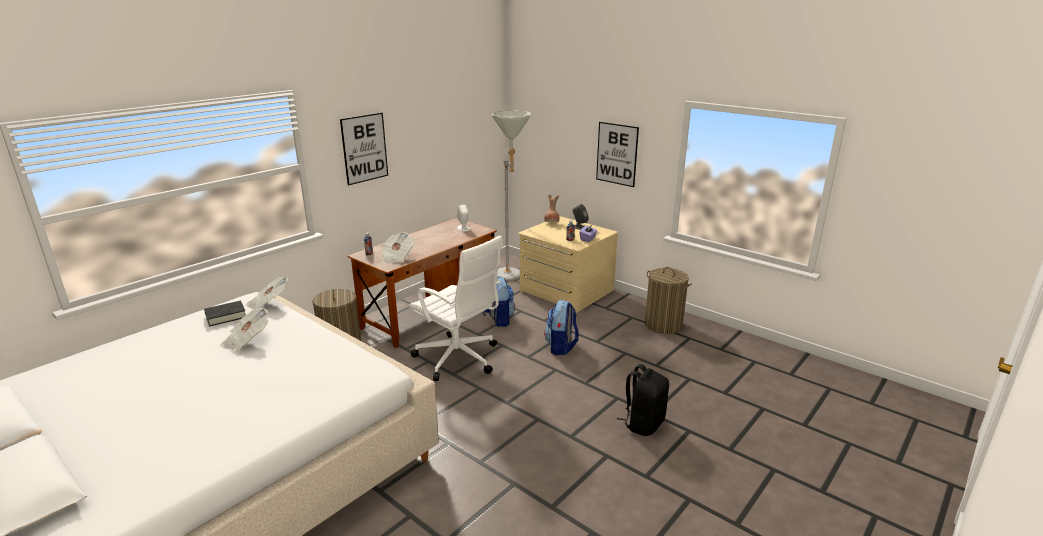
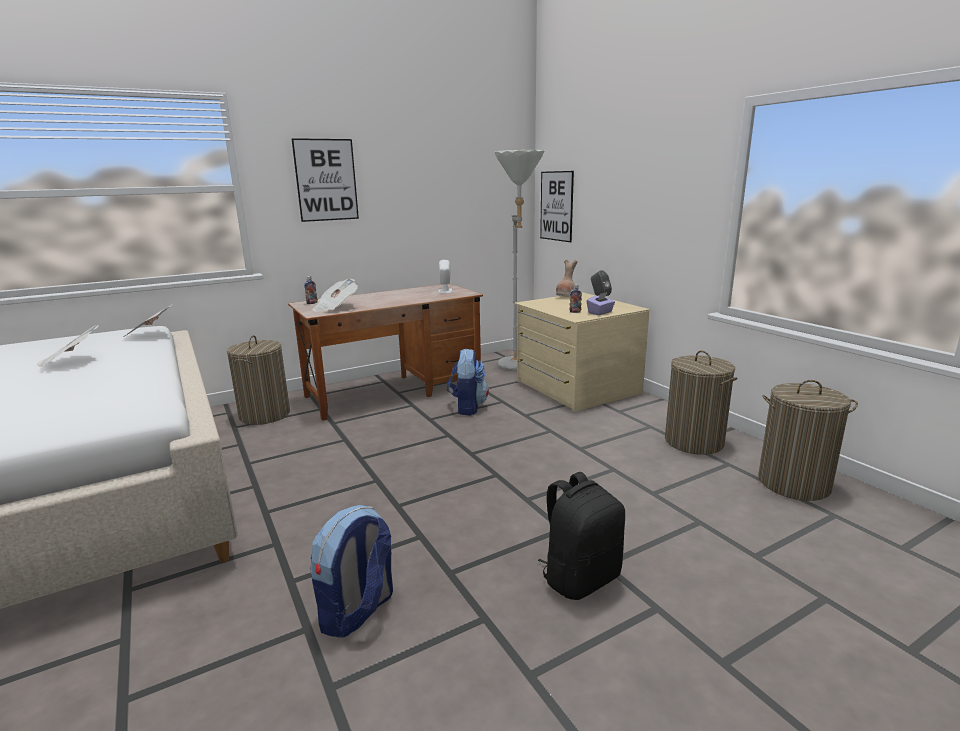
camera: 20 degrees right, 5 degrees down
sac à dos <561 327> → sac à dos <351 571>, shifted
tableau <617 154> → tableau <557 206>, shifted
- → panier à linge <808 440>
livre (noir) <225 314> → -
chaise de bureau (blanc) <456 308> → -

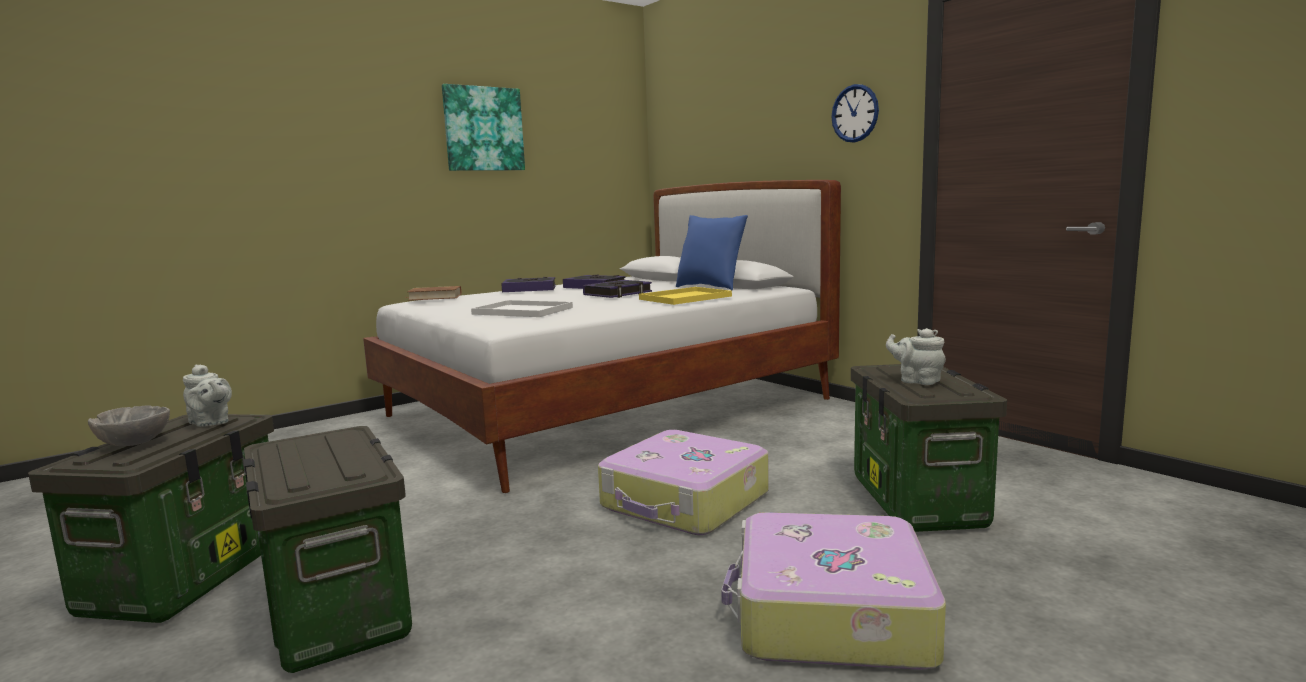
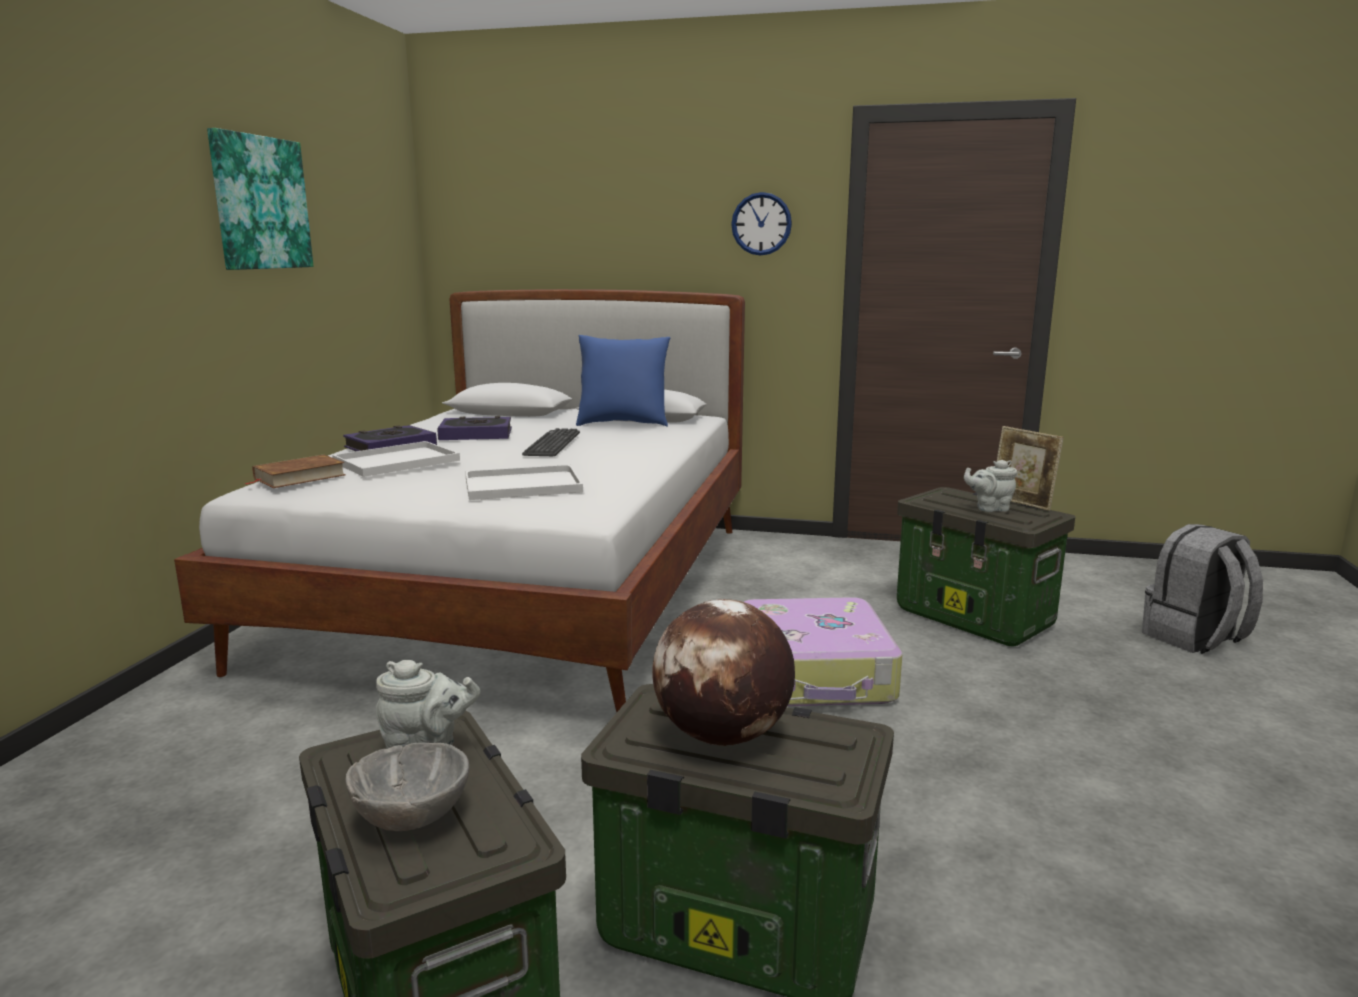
camera: 40 degrees left, 5 degrees up
- → plateau (blanc) <396 459>
livre <617 289> → clavier <551 442>
- → globe <723 672>
- → cadre photo <1030 468>
- → sac à dos (gris) <1202 589>
plateau (jaune) <685 296> → -
valise <833 591> → -

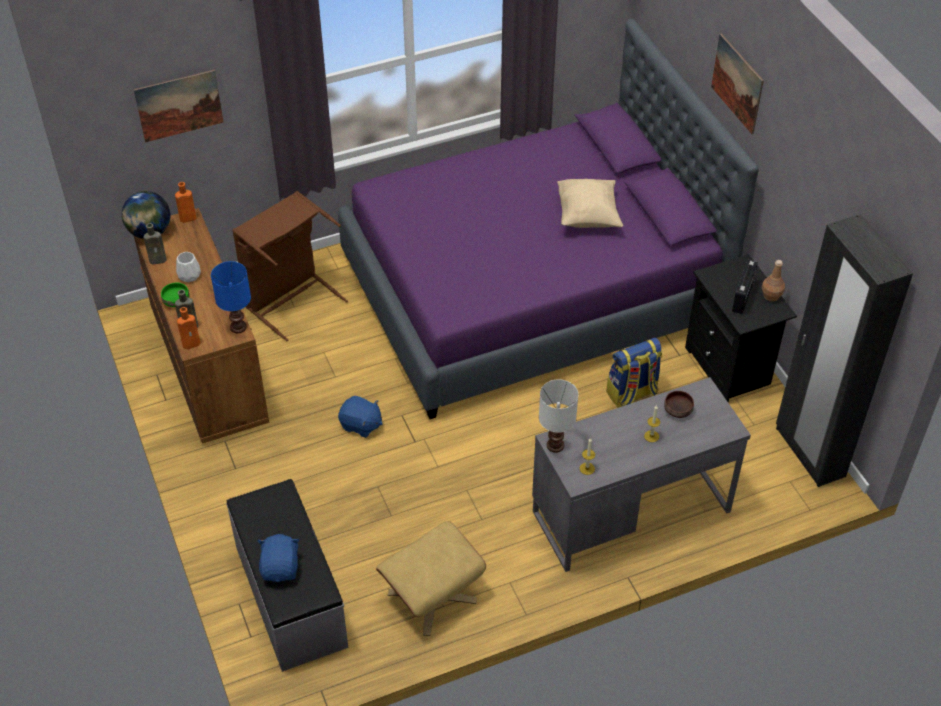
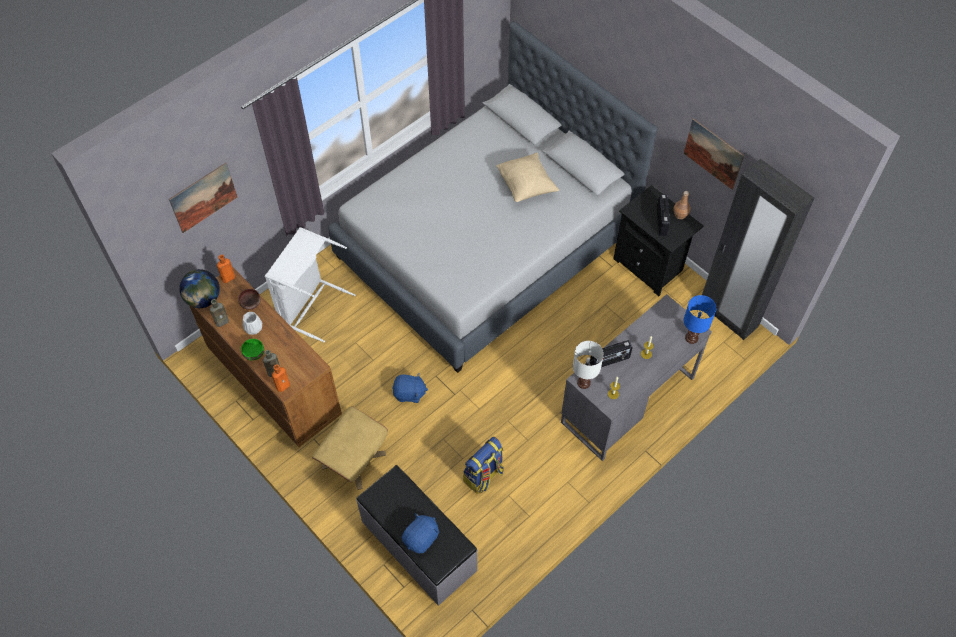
camera: 20 degrees left, 10 degrees up
bol (marron) <679 404> → bol (marron) <249 299>, shifted
panier à linge (marron) <290 266> → panier à linge (blanc) <310 284>
pouf (beige) <431 578> → pouf (beige) <350 448>, shifted
lit (violet) <548 218> → lit (gris) <492 197>
peluche (bleu) <278 558> → peluche (bleu) <420 533>, 60 degrees clockwise
sac à dos <634 373> → sac à dos <483 465>, shifted
- → radio <611 353>
tableau <737 84> → tableau <714 154>, shifted
lampe de table (bleu) <231 297> → lampe de table (bleu) <700 319>, shifted

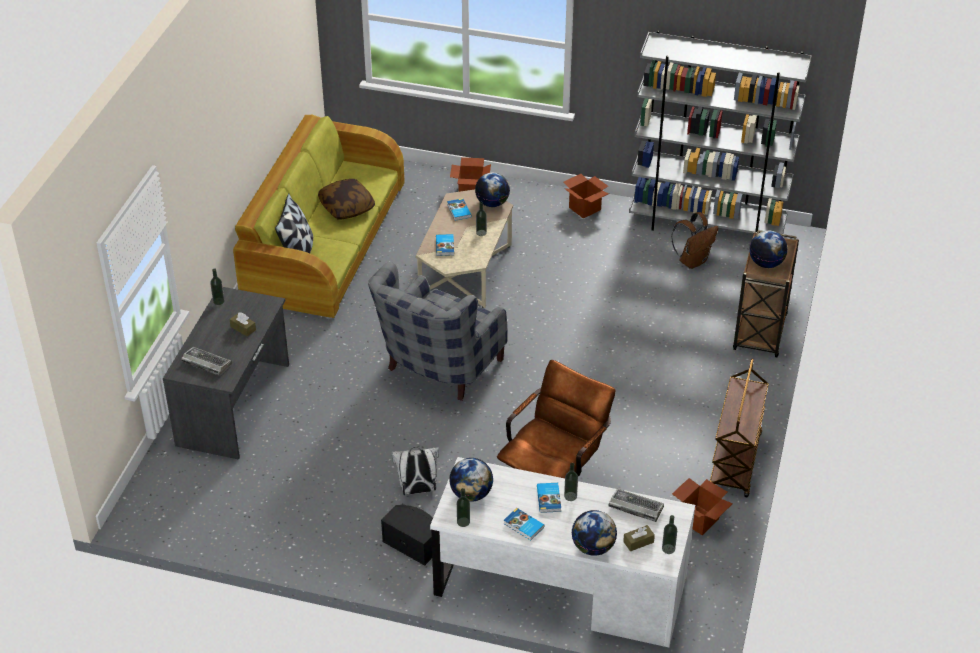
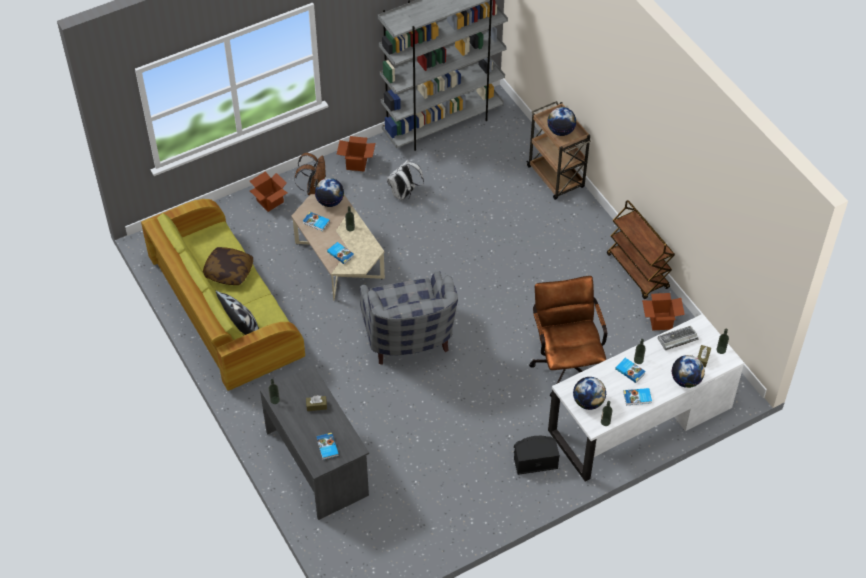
camera: 45 degrees left, 10 degrees up
sac à dos (marron) <694 240> → sac à dos (marron) <310 174>, shifted
clavier <206 361> → livre <327 446>
sac à dos (blanc) <415 471> → sac à dos (blanc) <405 179>, shifted

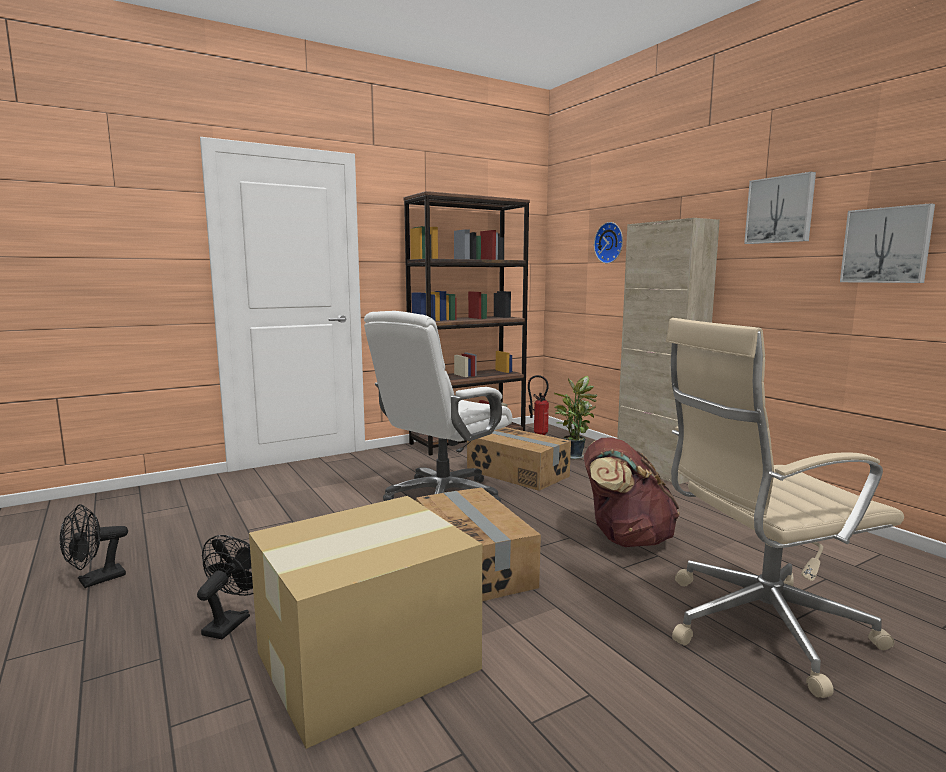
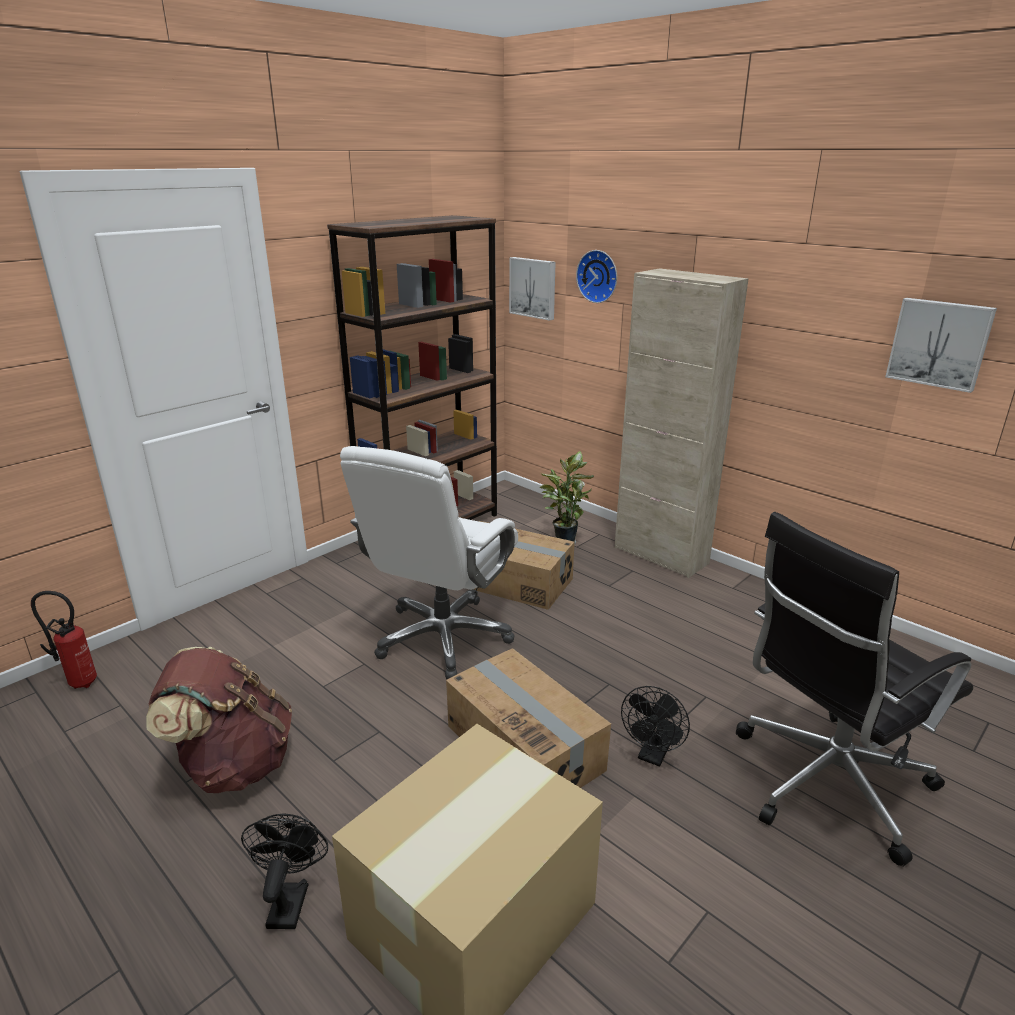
camera: 15 degrees left, 15 degrees up
extincteur <538 405> → extincteur <64 640>, shifted
sac à dos (marron) <632 492> → sac à dos (marron) <219 720>, shifted
tableau <780 208> → tableau <532 289>, shifted
ventilateur (noir) <94 546> → ventilateur (noir) <655 726>, shifted
chaise de bureau (beige) <785 508> → chaise de bureau (noir) <854 689>

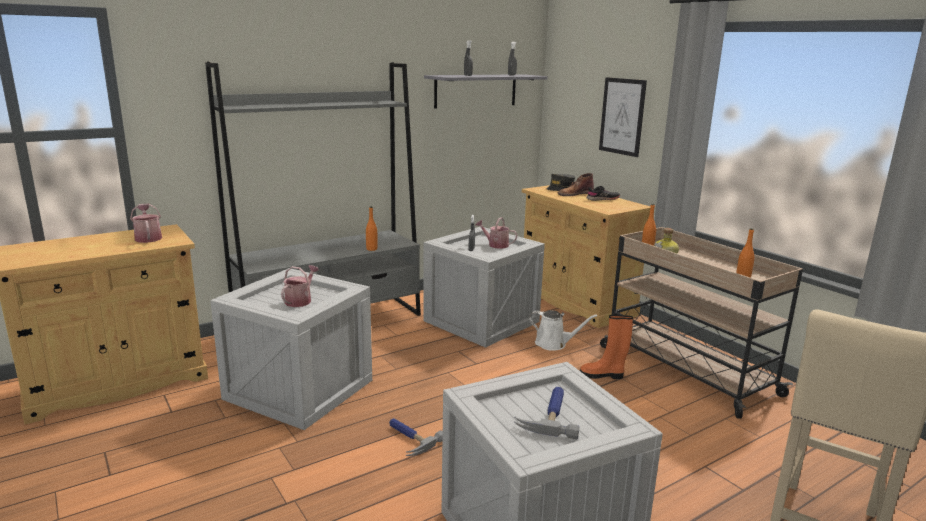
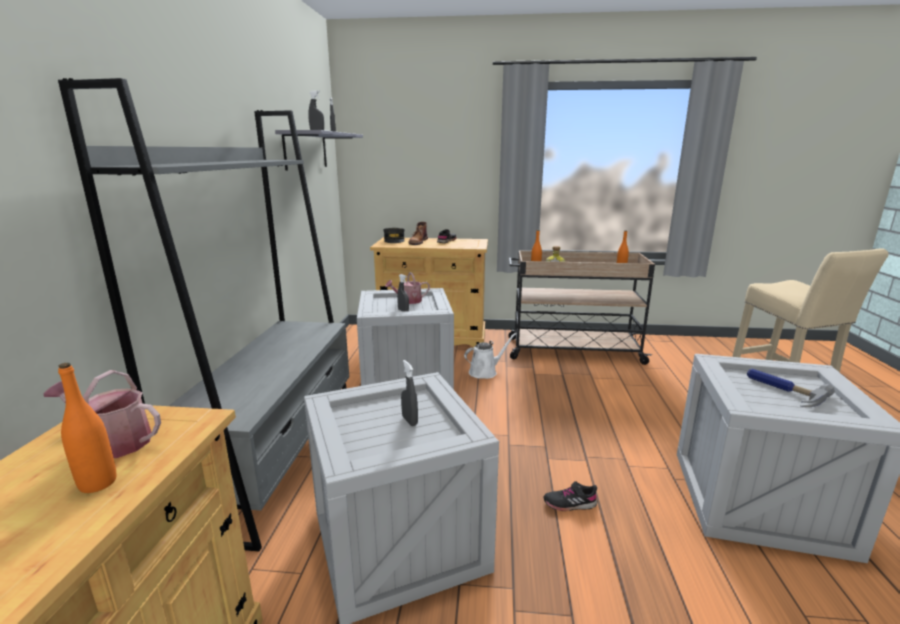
camera: 50 degrees left, 0 degrees up
bouteille (orange) <372 228> → bouteille (orange) <87 428>, shifted
arrosoir <300 286> → vaporisateur (gris) <409 393>
marteau <416 437> → chaussure (noir) <570 496>
botte (orange) <606 347> → -
tableau <623 117> → -

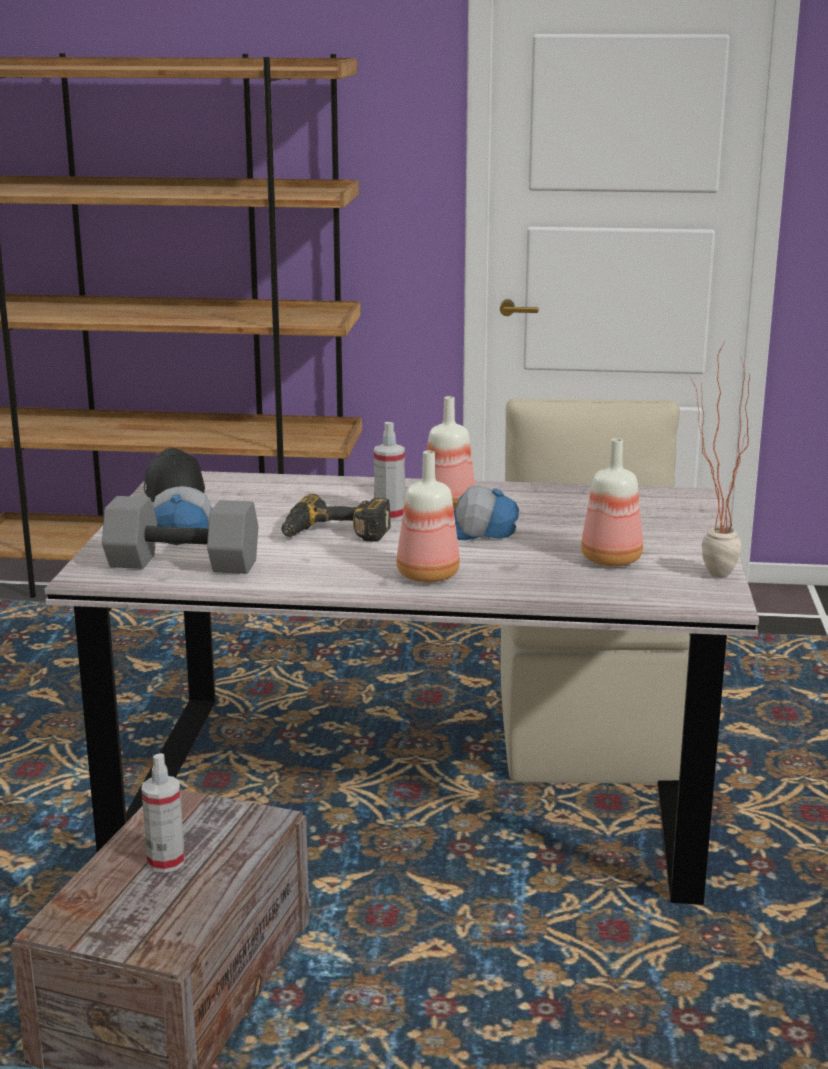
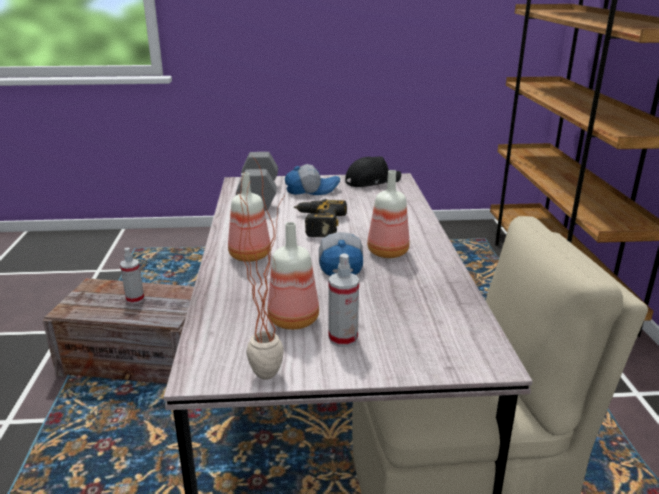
camera: 80 degrees right, 5 degrees up
vaporisateur <389 471> → vaporisateur <344 300>, shifted

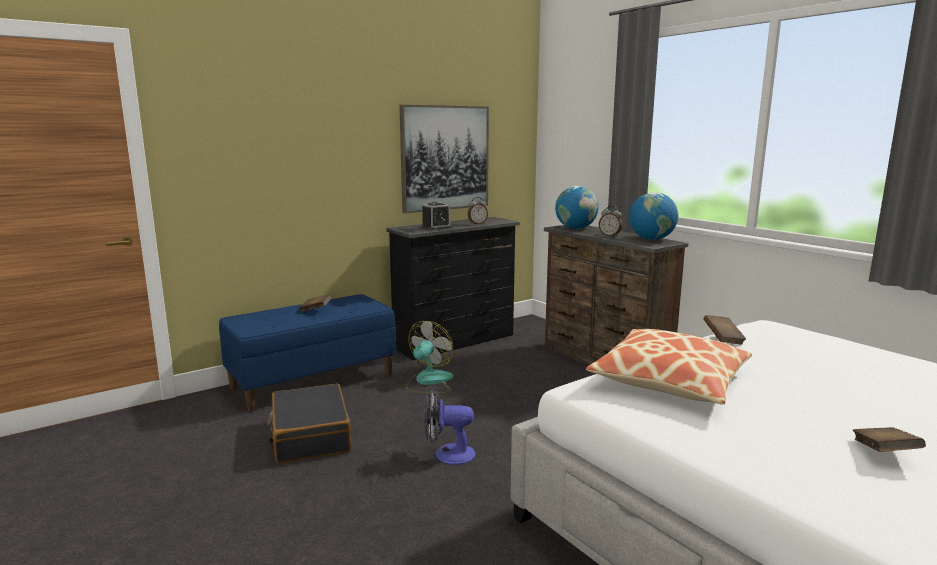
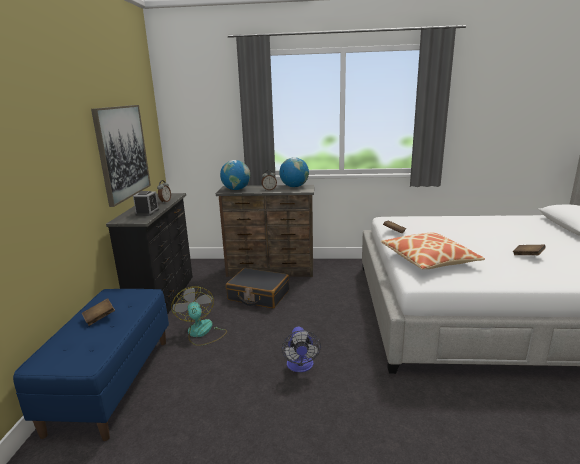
camera: 50 degrees left, 5 degrees up
valise (noir) <309 423> → valise (noir) <257 288>, shifted
ventilateur <449 427> → ventilateur <301 349>, 45 degrees counterclockwise

